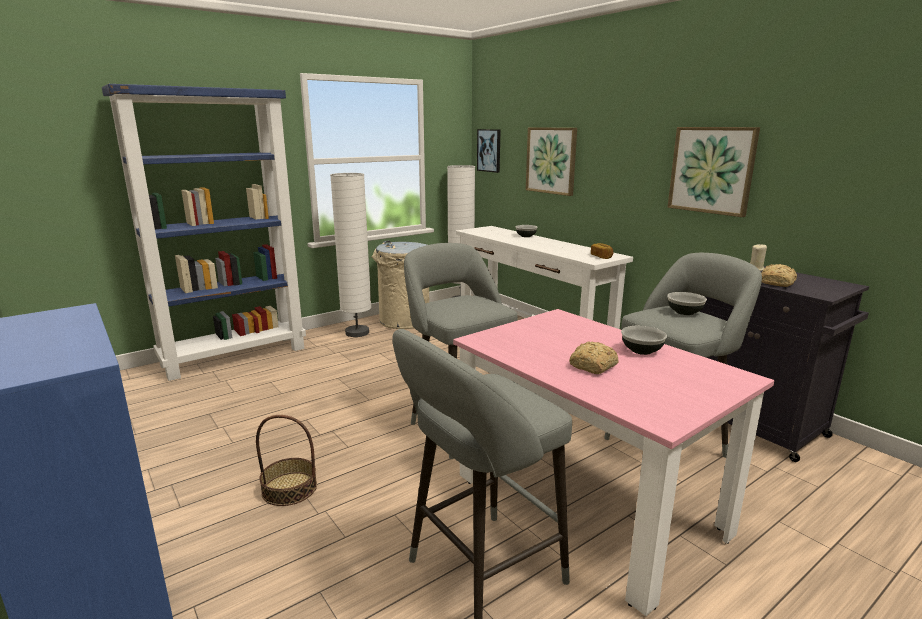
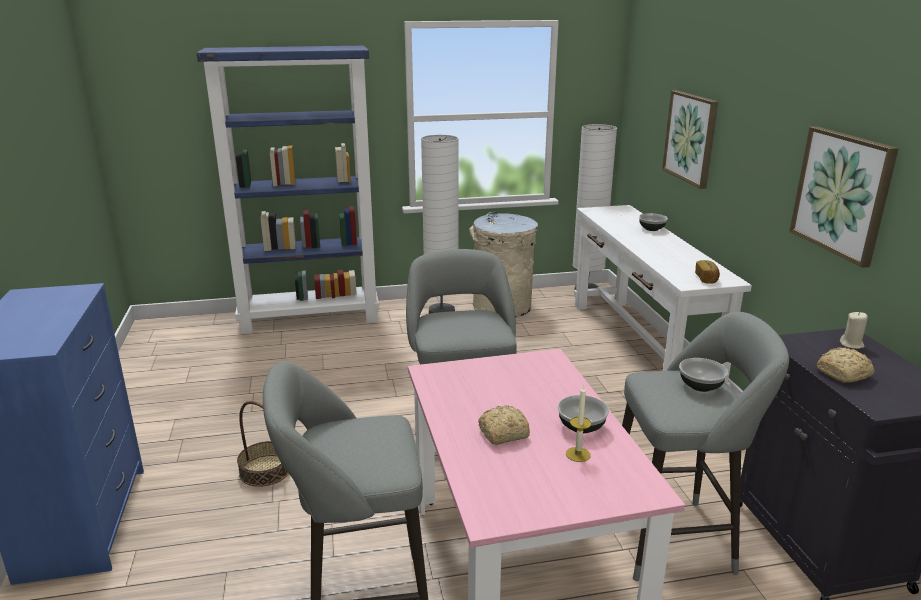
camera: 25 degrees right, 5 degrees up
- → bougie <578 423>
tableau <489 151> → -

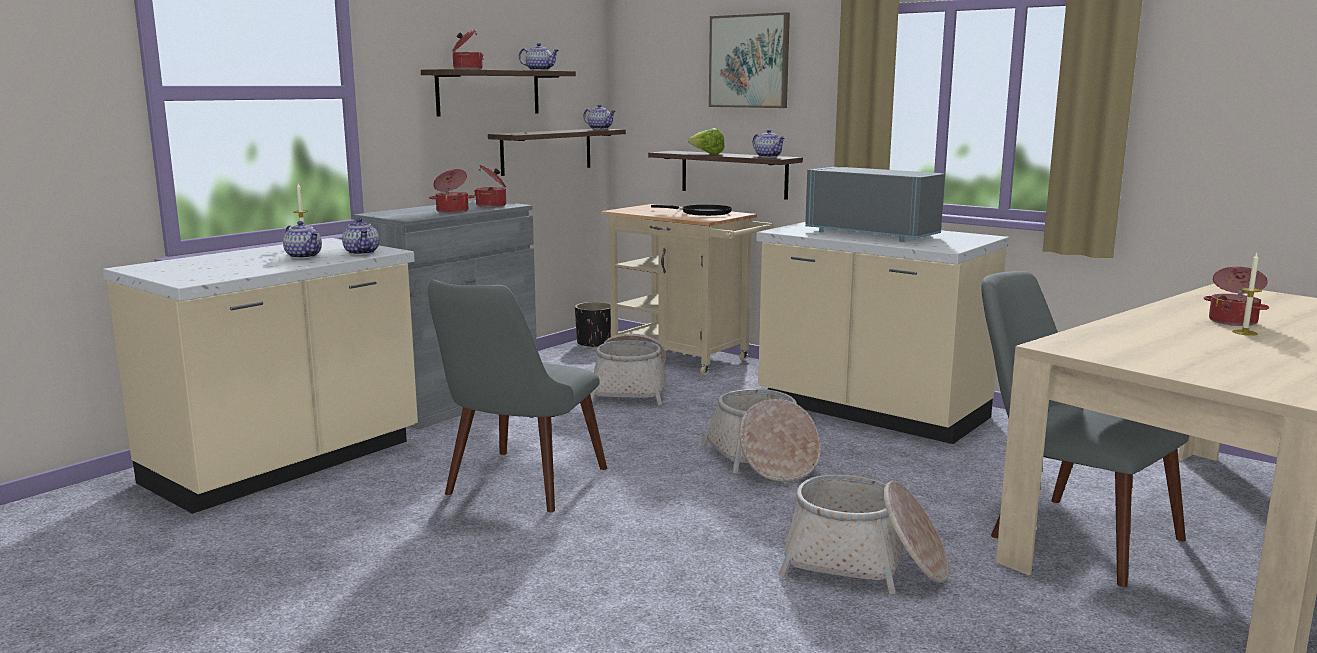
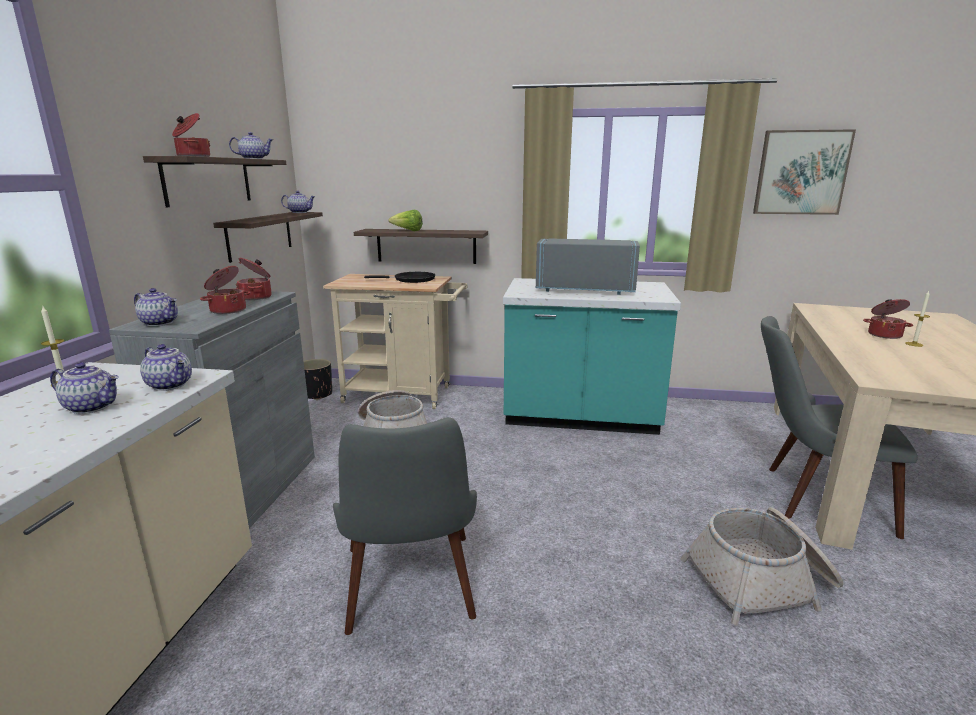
camera: 30 degrees left, 5 degrees up
théière <769 144> → théière <156 307>, shifted
comptoir de cuisine (beige) <882 333> → comptoir de cuisine (turquoise) <592 356>
tableau <749 60> → tableau <804 172>, shifted
panier <761 435> → -

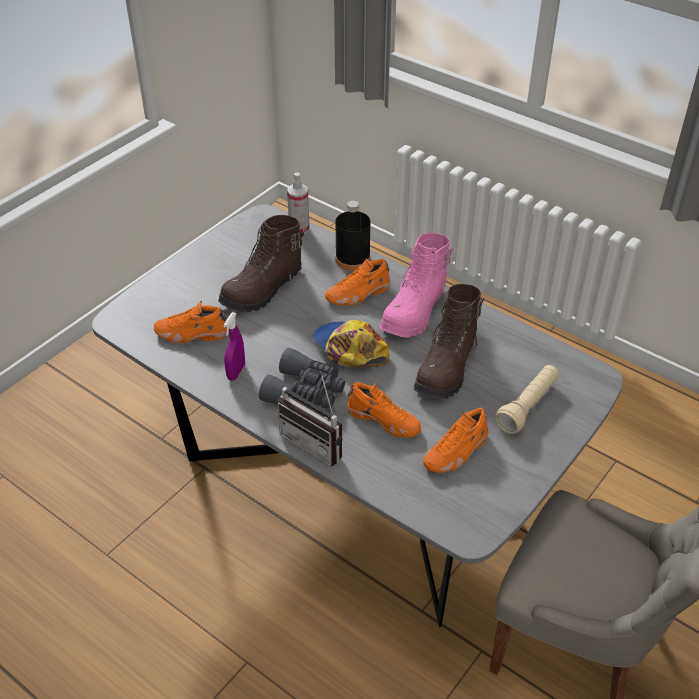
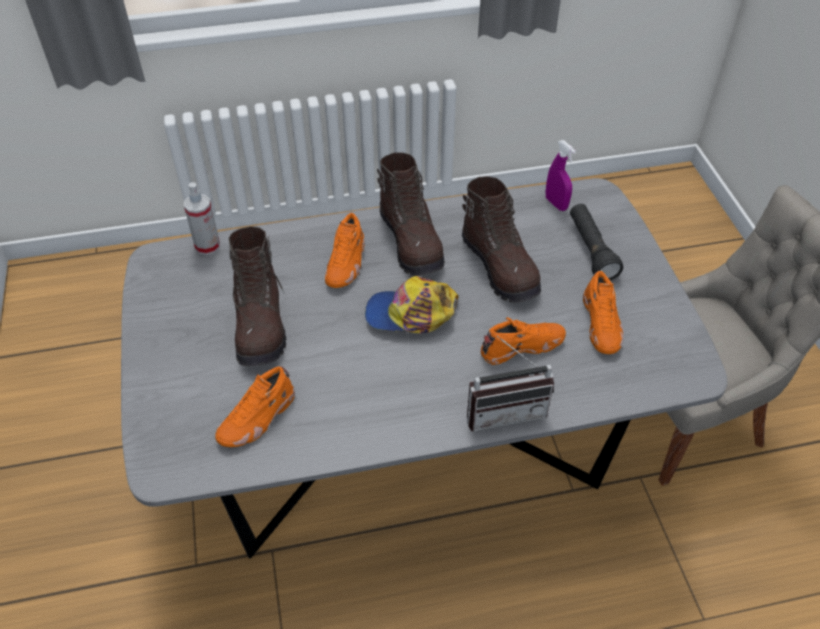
camera: 50 degrees left, 5 degrees up
botte (rose) <416 285> → botte (marron) <411 214>
vaporisateur (violet) <234 346> → vaporisateur (violet) <561 175>, shifted
lampe de poche (beige) <527 399> → lampe de poche (noir) <596 242>
jumelles (gris) <302 378> → -
bouteille (noir) <352 236> → -

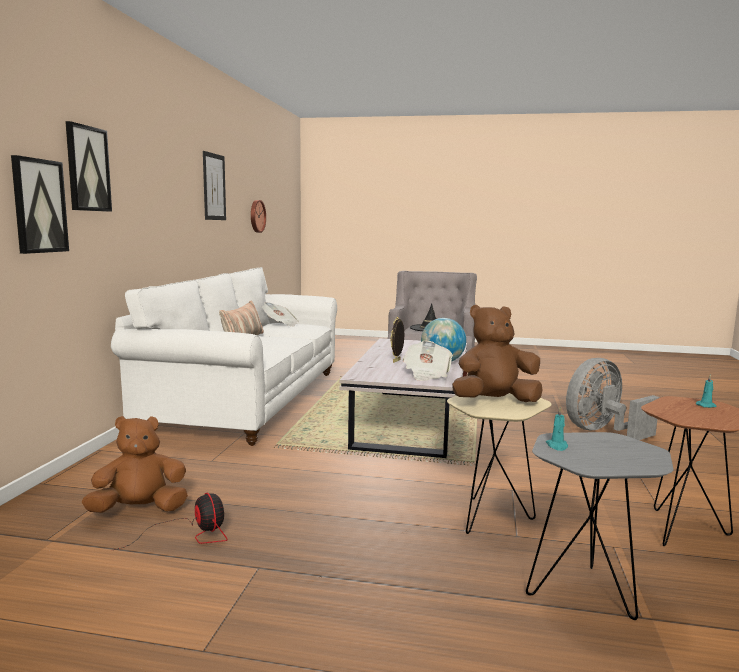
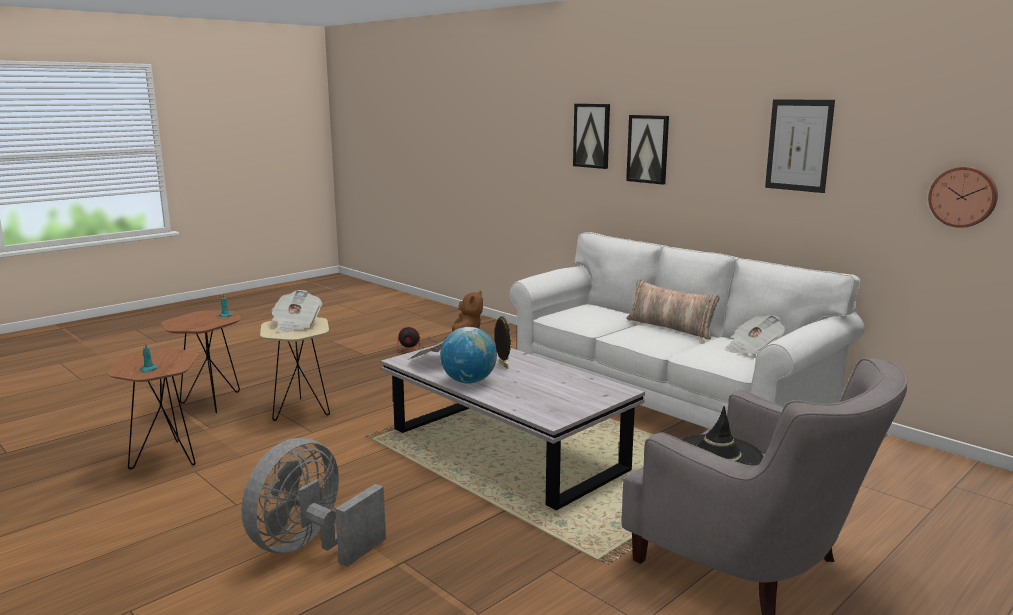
camera: 125 degrees right, 5 degrees up
table d'appoint (gris) <600 526> → table d'appoint (marron) <201 361>
ventilateur (gris) <613 399> → ventilateur (gris) <313 502>, 150 degrees counterclockwise
peluche (marron) <497 353> → journal <296 311>
tableau <40 204> → tableau <647 150>, shifted

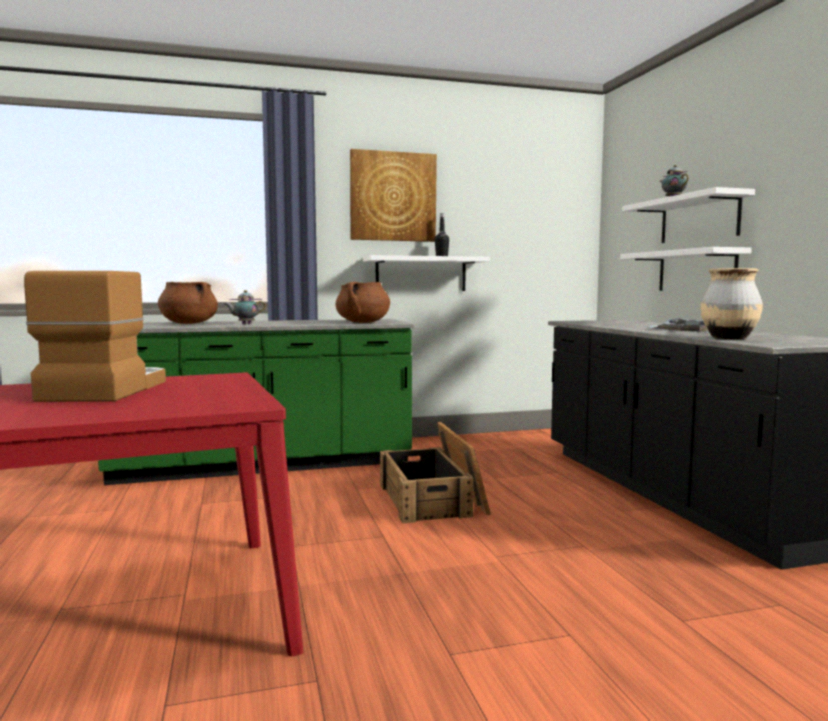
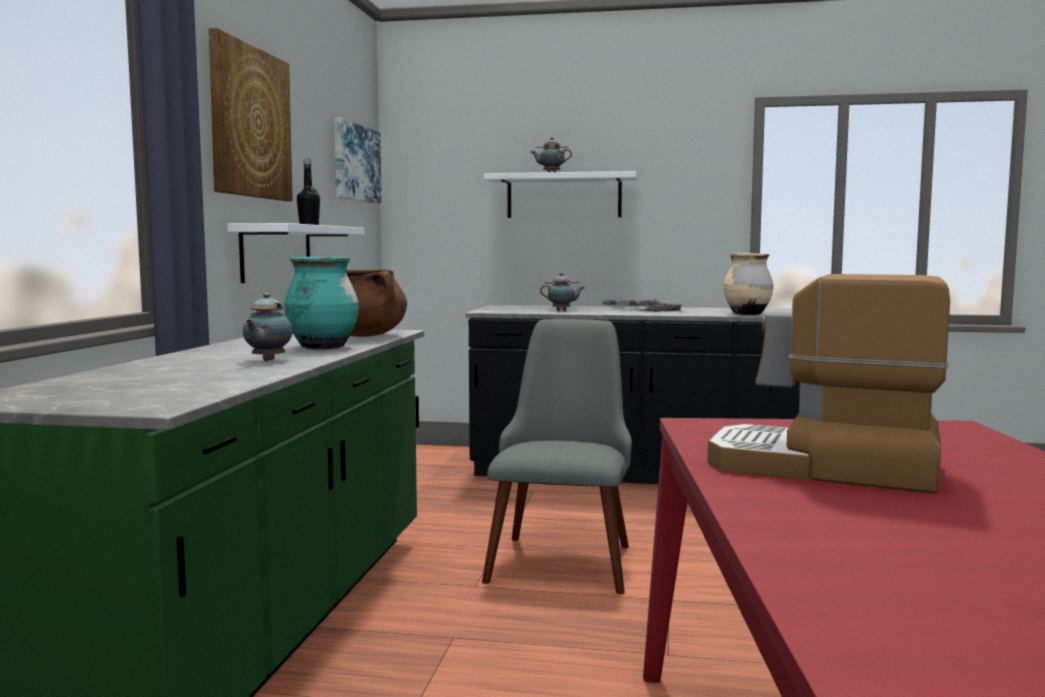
camera: 65 degrees left, 0 degrees up
- → vase (turquoise) <321 303>
- → tableau <358 160>
caisse <435 472> → chaise (gris) <557 456>
- → théière <562 292>
marmite (marron) <188 303> → -
étagère (blanc) <686 269> → -

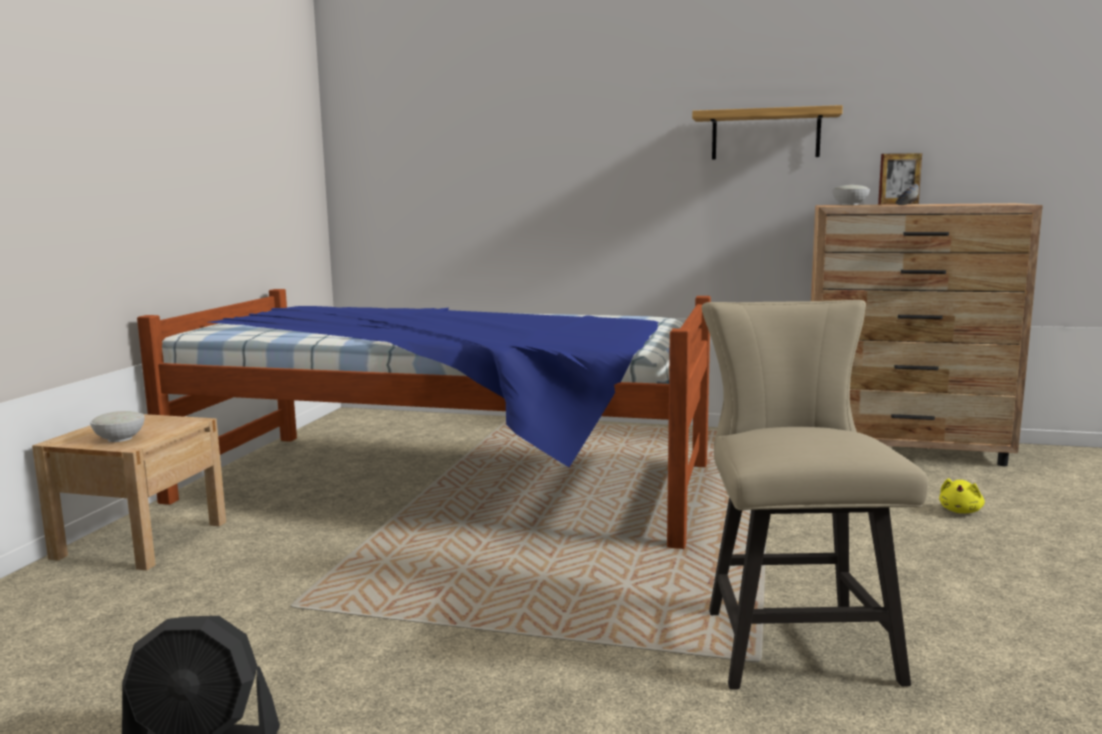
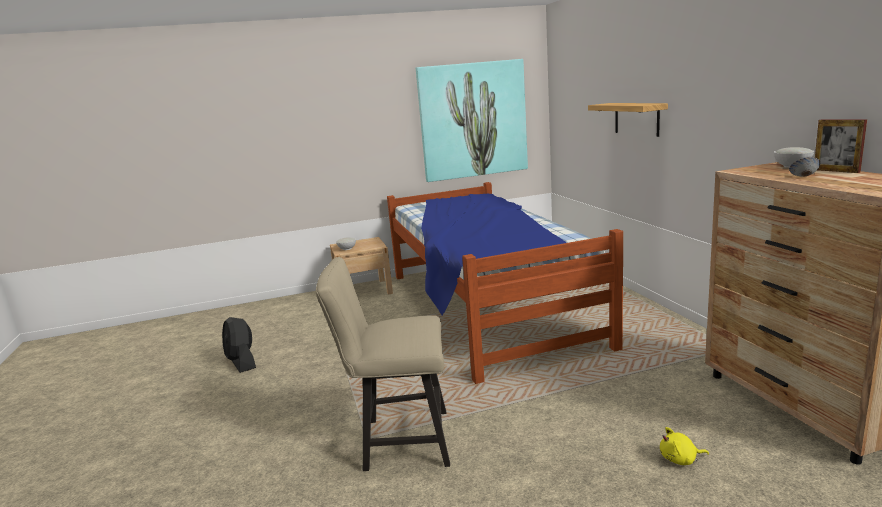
camera: 60 degrees right, 5 degrees up
chaise (beige) <815 494> → chaise (beige) <383 364>, 150 degrees counterclockwise
- → tableau <472 120>
étagère <767 132> → étagère <628 120>, shifted

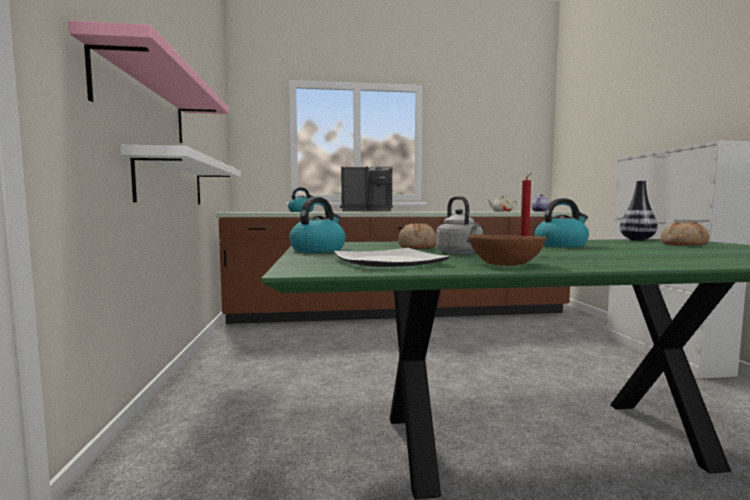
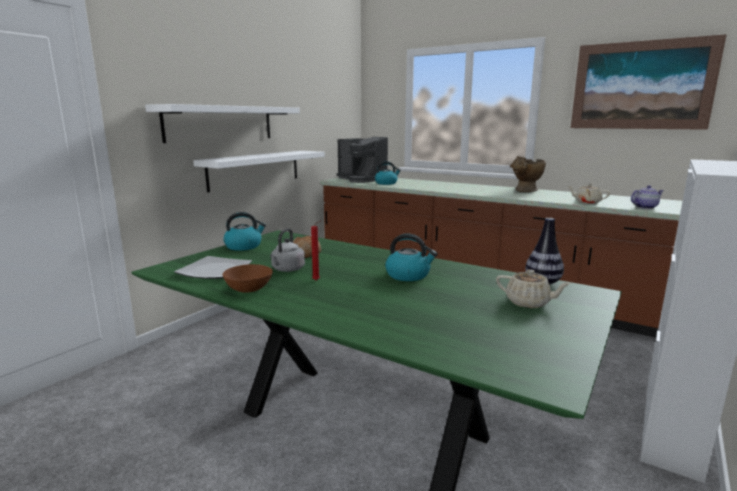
camera: 40 degrees right, 10 degrees up
étagère (rose) <148 81> → étagère (blanc) <222 123>
machine à café <366 188> → machine à café <362 160>, shifted
pain <685 234> → théière (beige) <533 288>
- → vase (beige) <528 174>
- → tableau <649 82>

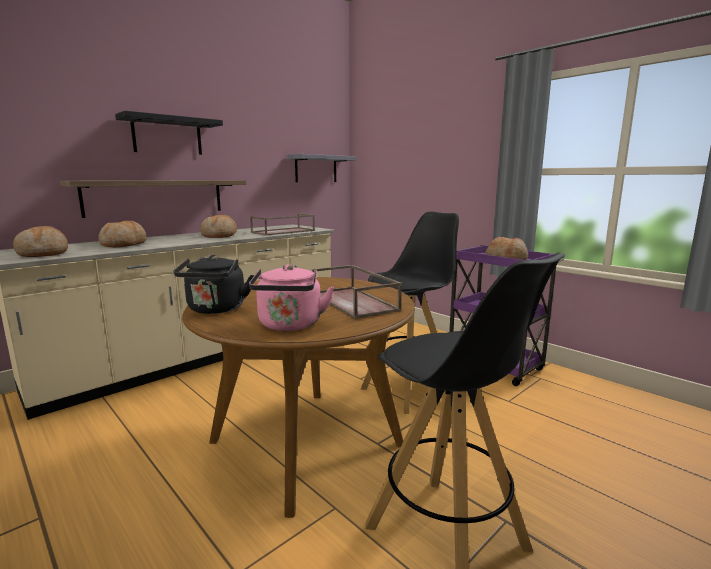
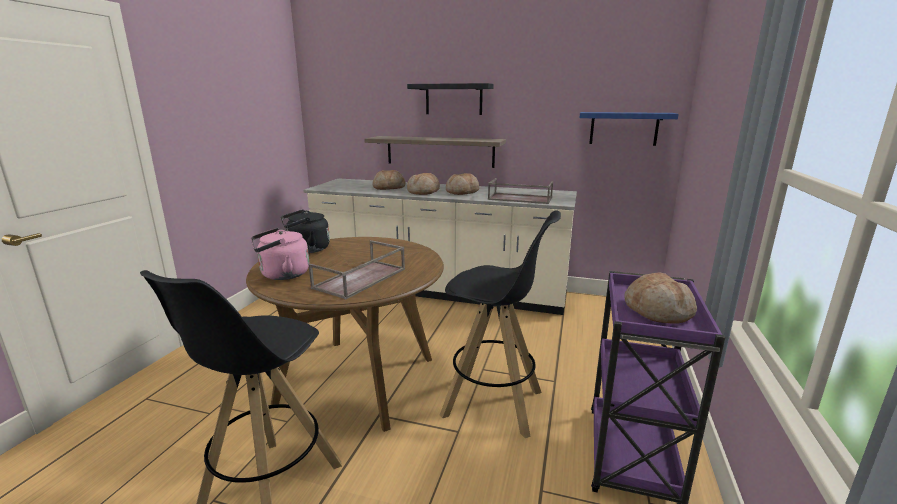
camera: 60 degrees right, 5 degrees up
pain <40 241> → pain <423 184>, shifted
étagère (gris) <322 168> → étagère (bleu) <629 129>

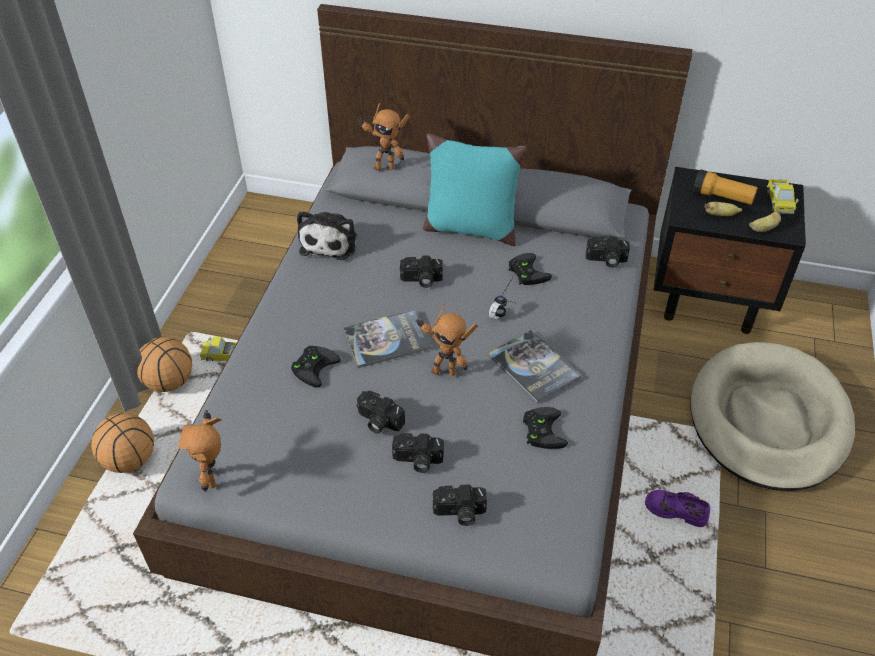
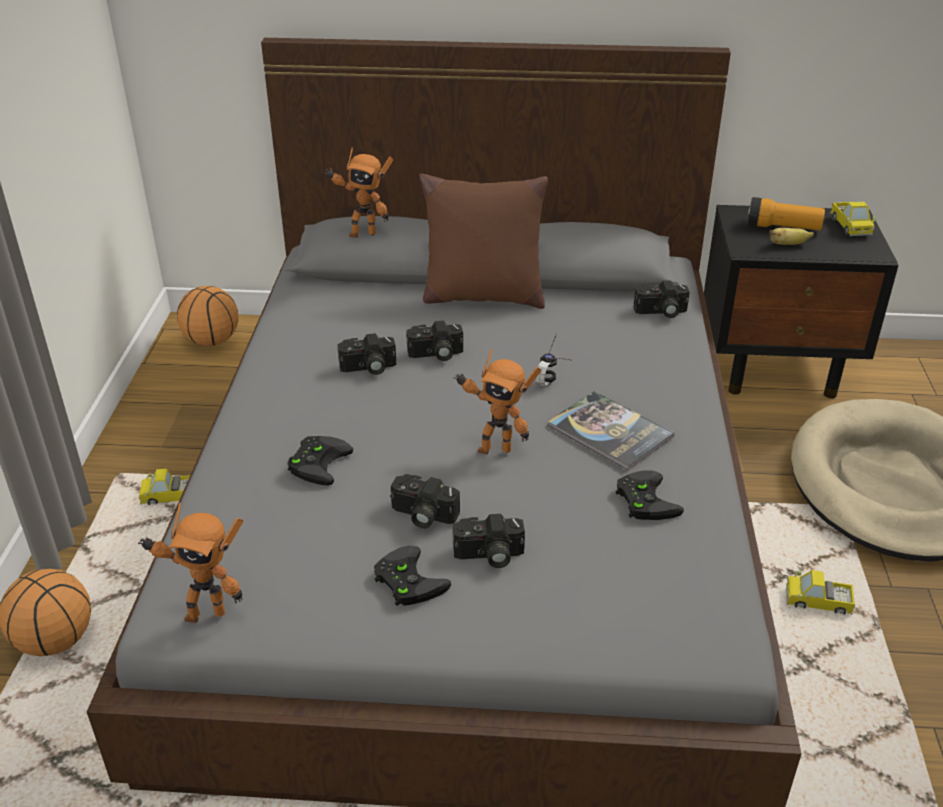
camera: 10 degrees left, 10 degrees down
robot jouet <200 451> → robot jouet <190 563>, 75 degrees counterclockwise
ballon de basket <164 364> → ballon de basket <207 316>, shifted
appareil photo <460 505> → appareil photo <366 354>, shifted
manette (noir) <530 269> → manette (noir) <412 576>, shifted
coussin (turquoise) <474 189> → coussin (marron) <483 241>
chaussure (violet) <677 508> → camion jouet <820 592>
peluche <327 235> → -
livre <387 338> → -
banane <765 221> → -

